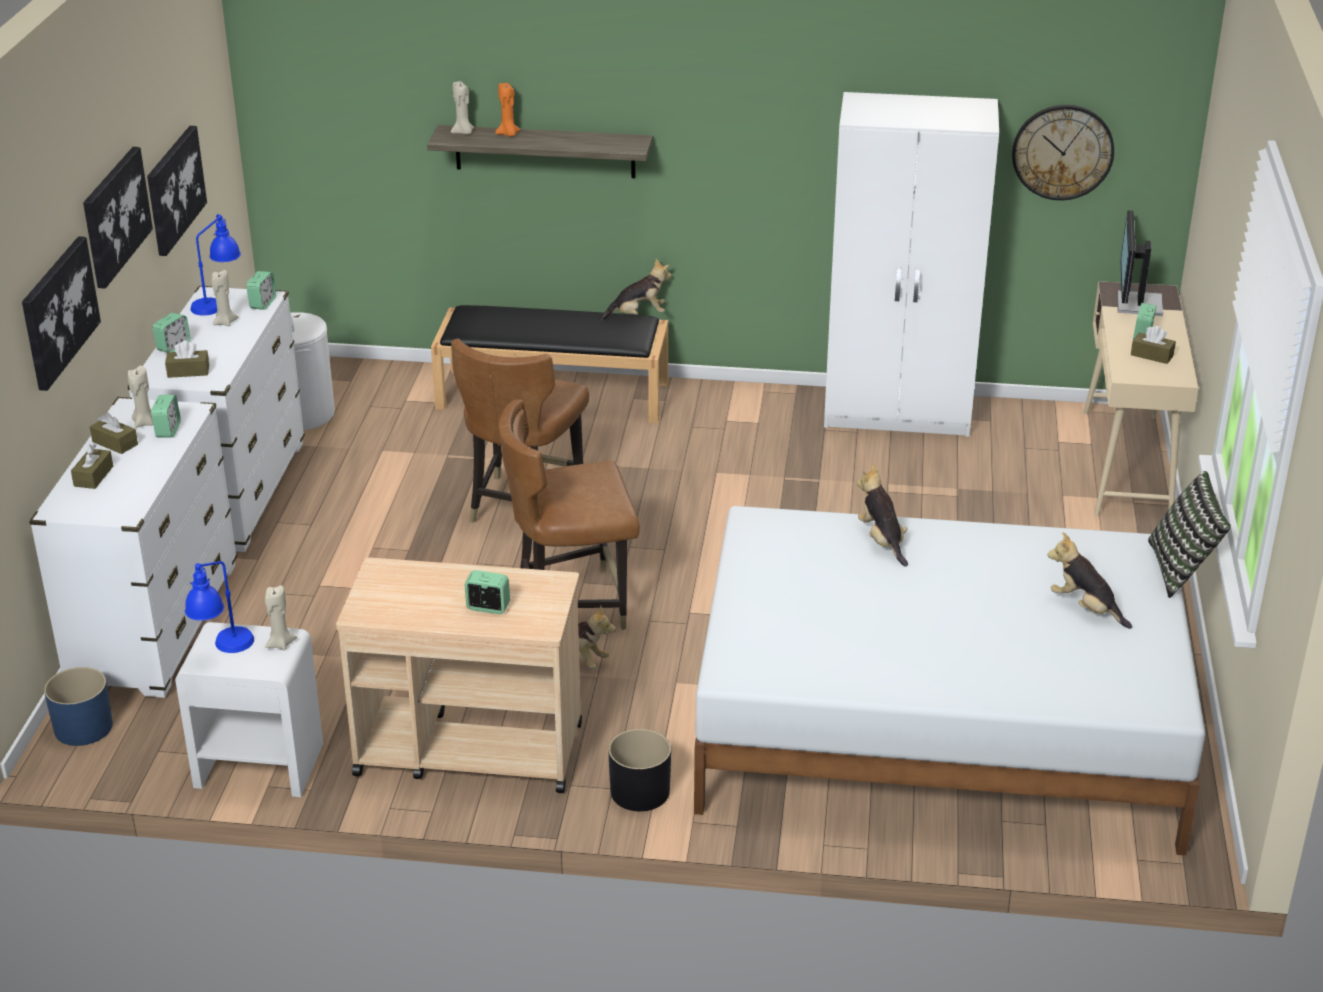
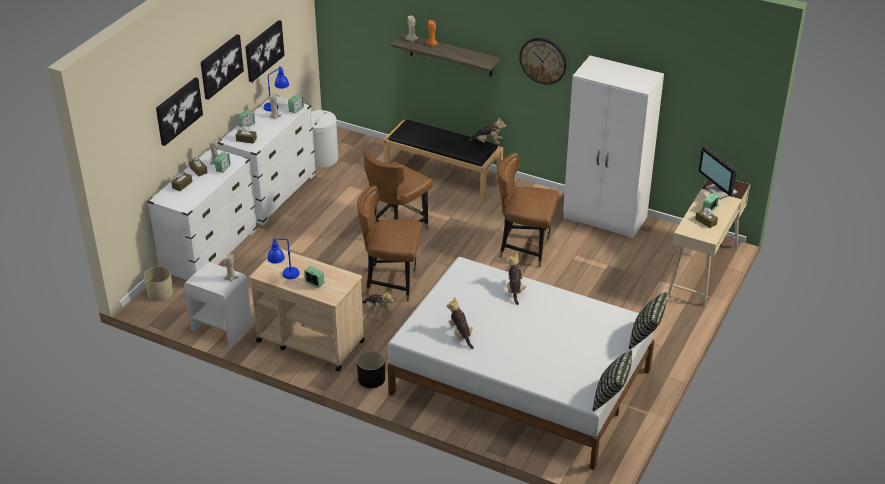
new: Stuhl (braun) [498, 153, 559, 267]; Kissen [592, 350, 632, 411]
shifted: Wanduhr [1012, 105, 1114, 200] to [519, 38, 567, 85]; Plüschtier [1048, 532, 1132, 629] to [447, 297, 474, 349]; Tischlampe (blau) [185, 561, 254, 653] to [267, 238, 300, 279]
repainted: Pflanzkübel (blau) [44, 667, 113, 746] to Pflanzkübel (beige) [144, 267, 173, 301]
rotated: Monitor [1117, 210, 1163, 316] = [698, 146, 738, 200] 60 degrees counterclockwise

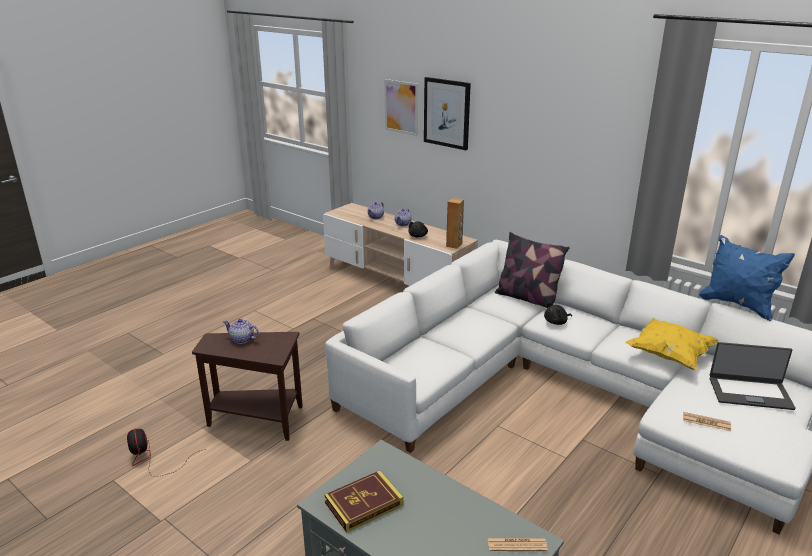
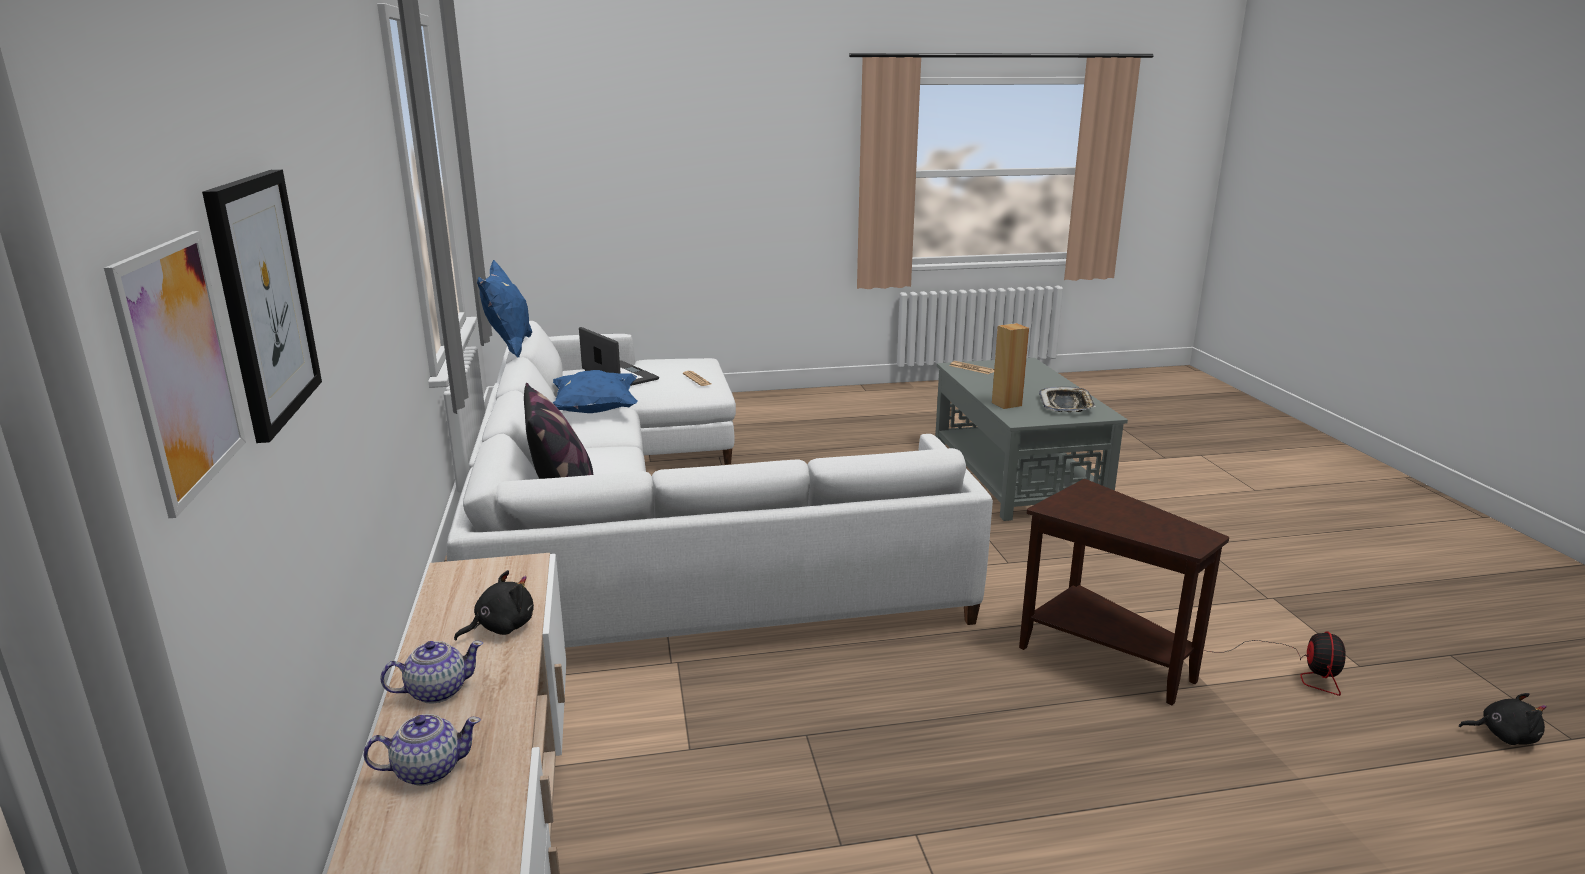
gone: Teekanne [223, 319, 259, 344]
shifted: Lautsprecher (braun) [446, 198, 464, 249] to [992, 323, 1029, 409]; Plüschtier (schwarz) [544, 302, 572, 325] to [1459, 693, 1547, 745]
swapped: Buch [325, 470, 403, 533] to Tablett [1039, 387, 1096, 412]
repainted: Kissen (gelb) [625, 318, 718, 370] to Kissen (blau) [553, 370, 638, 413]

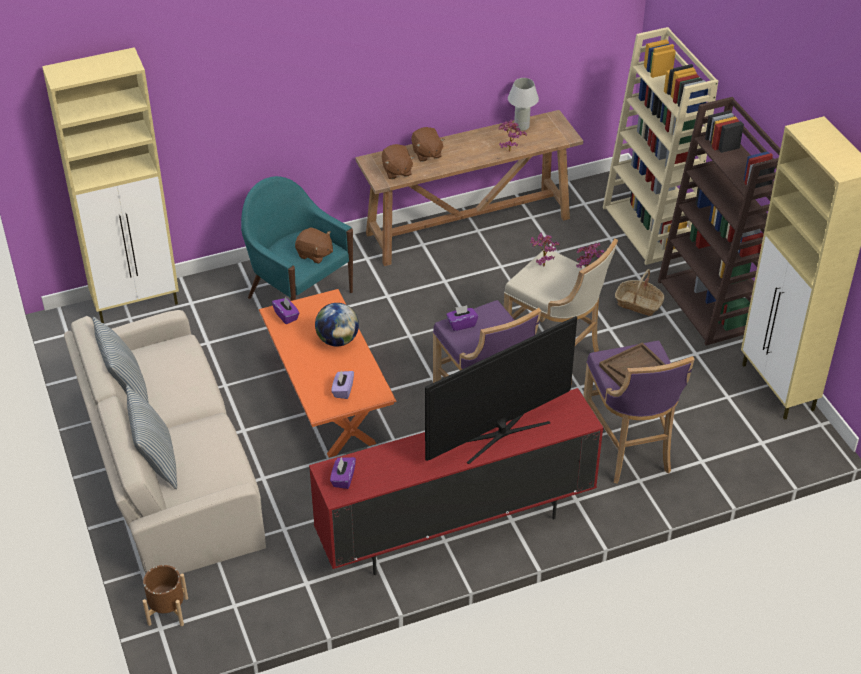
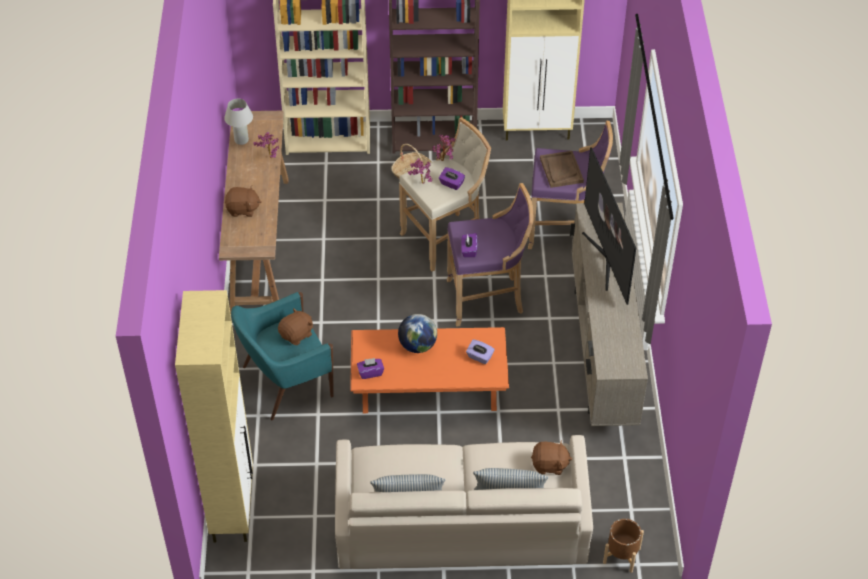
shifted: Plüschtier (braun) [382, 144, 415, 179] to [531, 440, 572, 475]; Taschentuchbox (lila) [330, 457, 356, 489] to [439, 167, 465, 190]
repainted: Fernsehschrank (rot) [309, 388, 604, 575] to Fernsehschrank (beige) [570, 203, 648, 426]

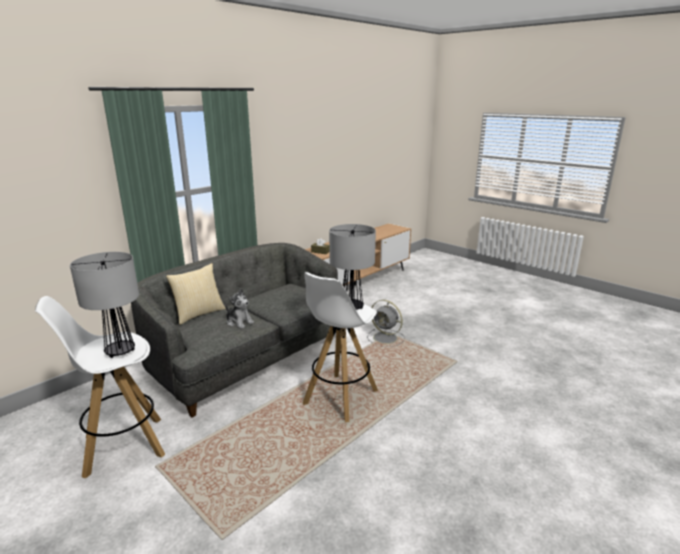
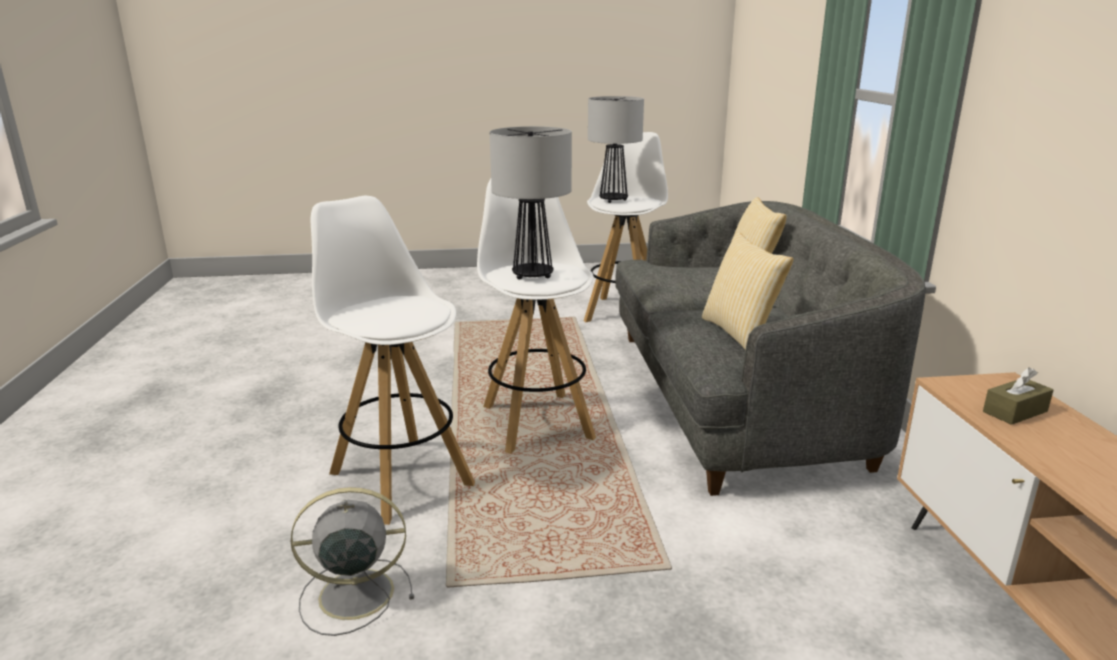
gone: Plüschtier [225, 288, 254, 329]
new: Hocker (weiß) [311, 196, 475, 525]; Kissen [702, 232, 793, 350]
shifted: Ventilator (grau) [367, 300, 405, 347] to [291, 487, 414, 636]

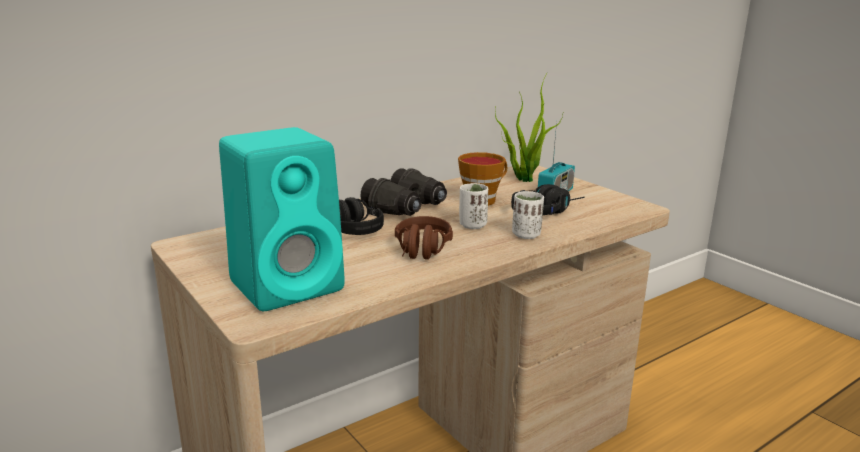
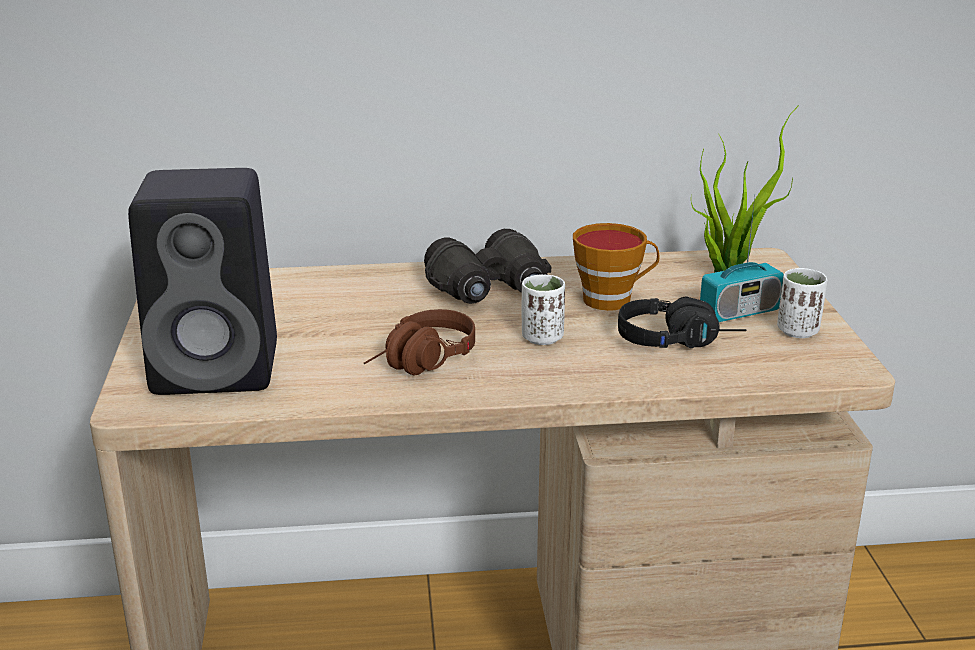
gone: Kopfhörer (schwarz) [339, 197, 384, 235]
shifted: Tasse (weiß) [512, 191, 544, 239] to [777, 268, 827, 338]
repainted: Lautsprecher (türkis) [219, 127, 345, 311] to Lautsprecher (schwarz) [128, 168, 277, 395]

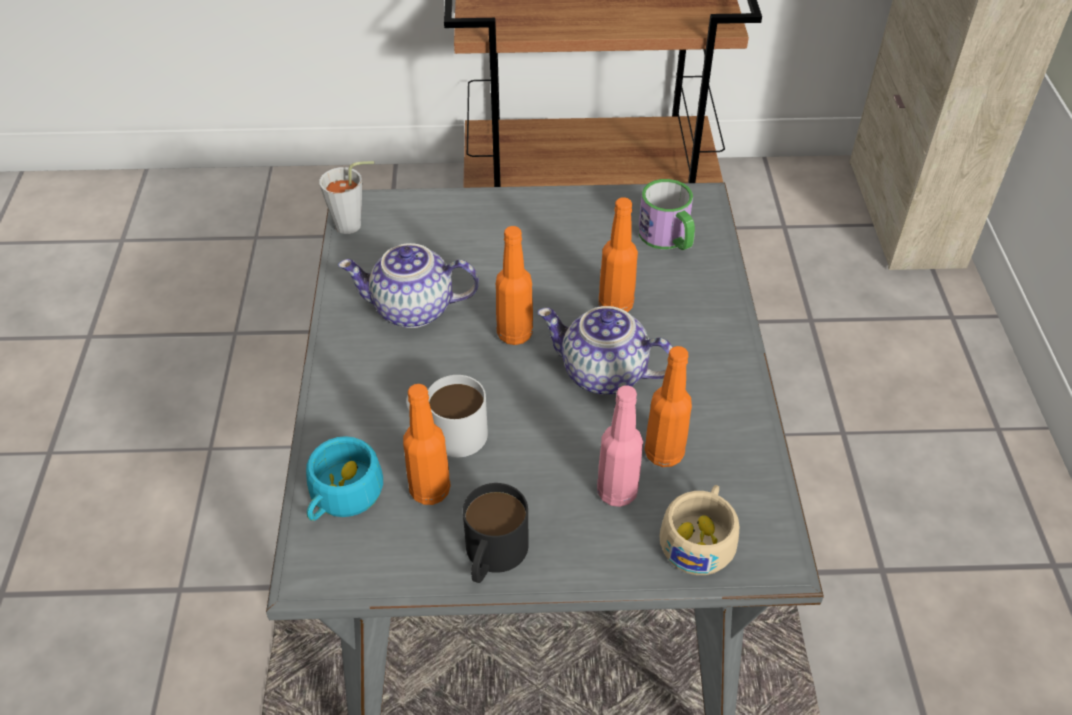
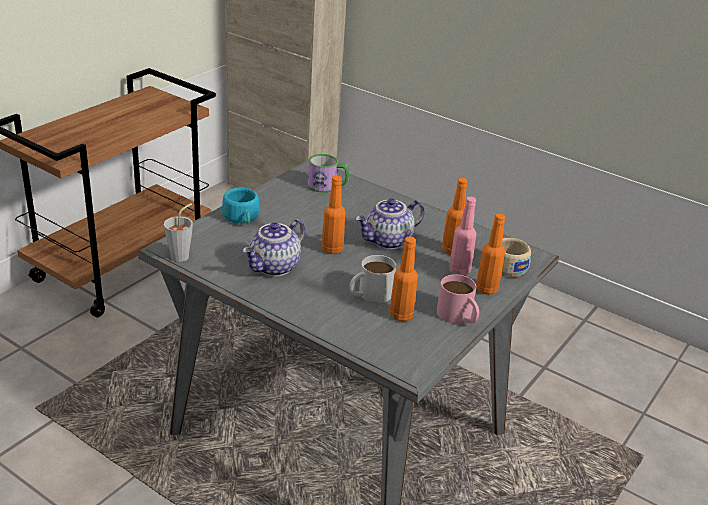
shifted: Flasche (orange) [599, 197, 638, 312] to [476, 213, 505, 295]; Tasse (türkis) [306, 436, 383, 521] to [222, 188, 260, 224]
repainted: Henkelbecher (schwarz) [463, 483, 529, 583] to Henkelbecher (rosa) [437, 274, 479, 324]

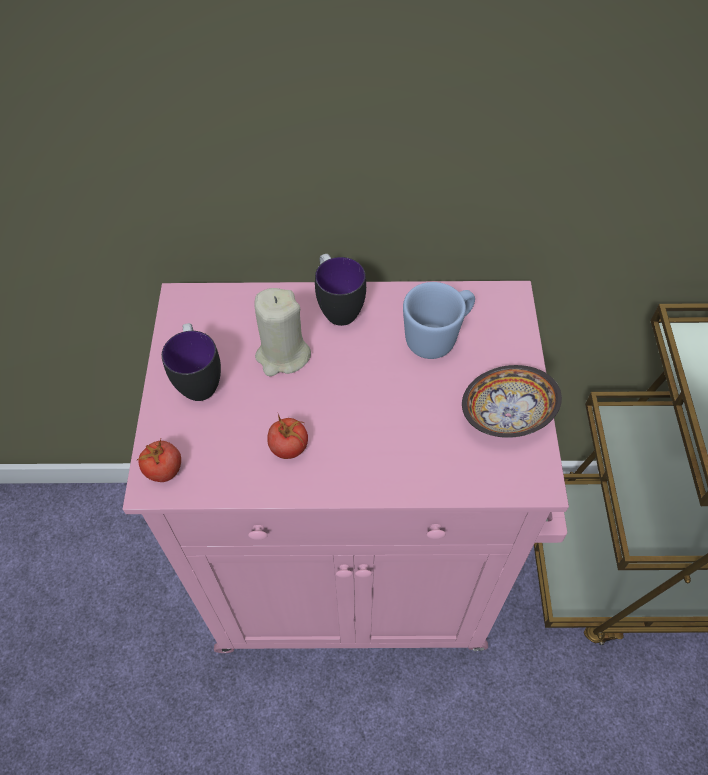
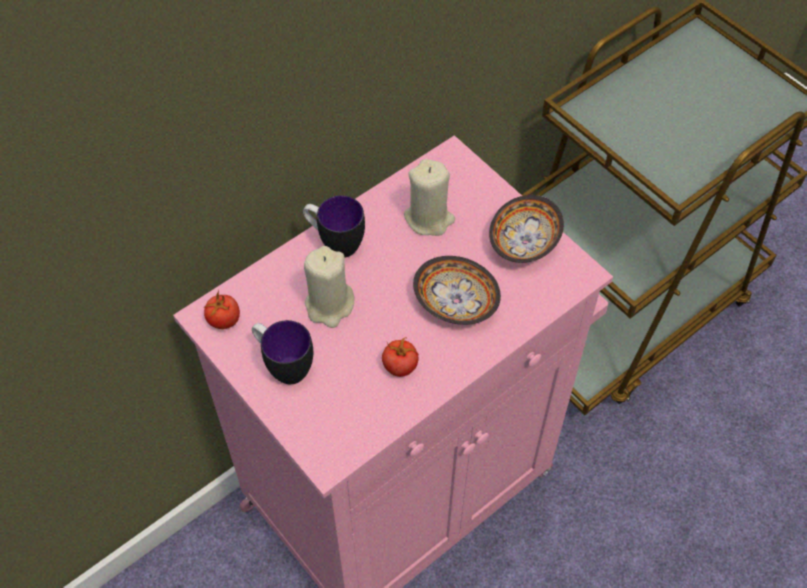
new: Schüssel [413, 256, 501, 325]
shifted: Tomate [136, 439, 181, 482] to [204, 289, 240, 329]
swapped: Henkelbecher (blau) [403, 282, 475, 359] to Kerze (beige) [404, 159, 455, 236]

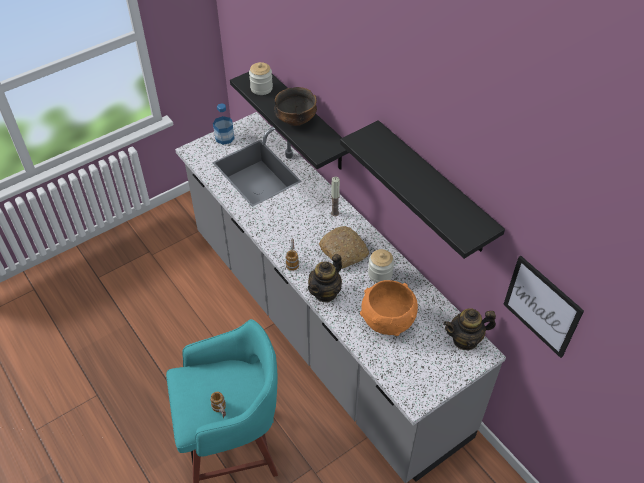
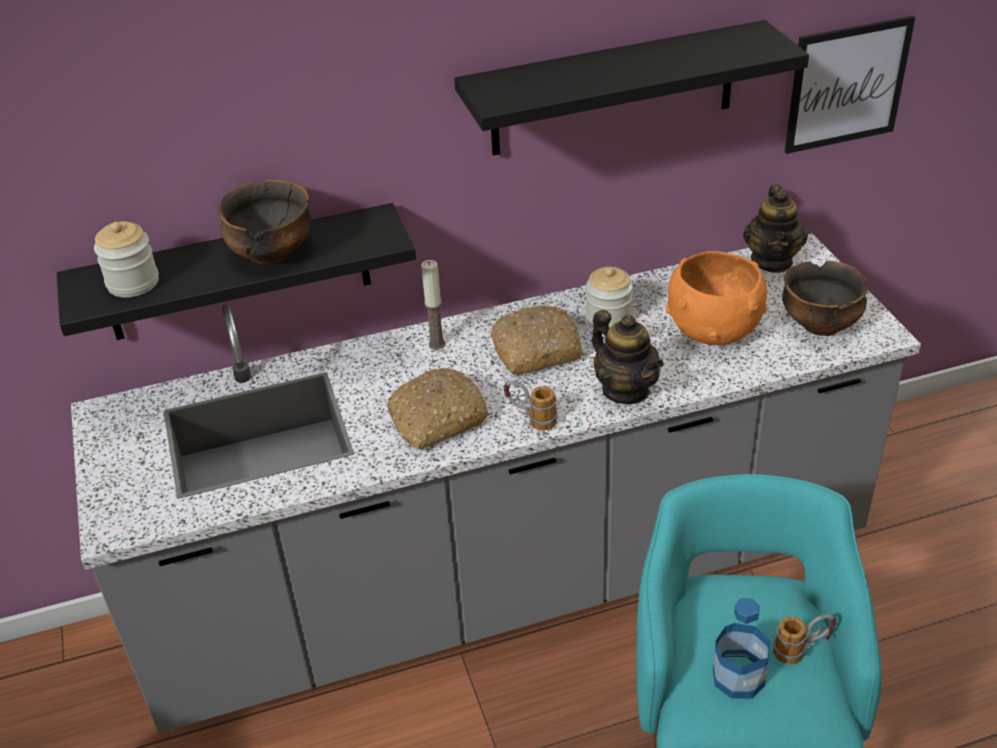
new: Schüssel [782, 261, 868, 336]; Brot [387, 368, 488, 449]
shifted: Flasche [213, 103, 235, 145] to [713, 598, 770, 698]

